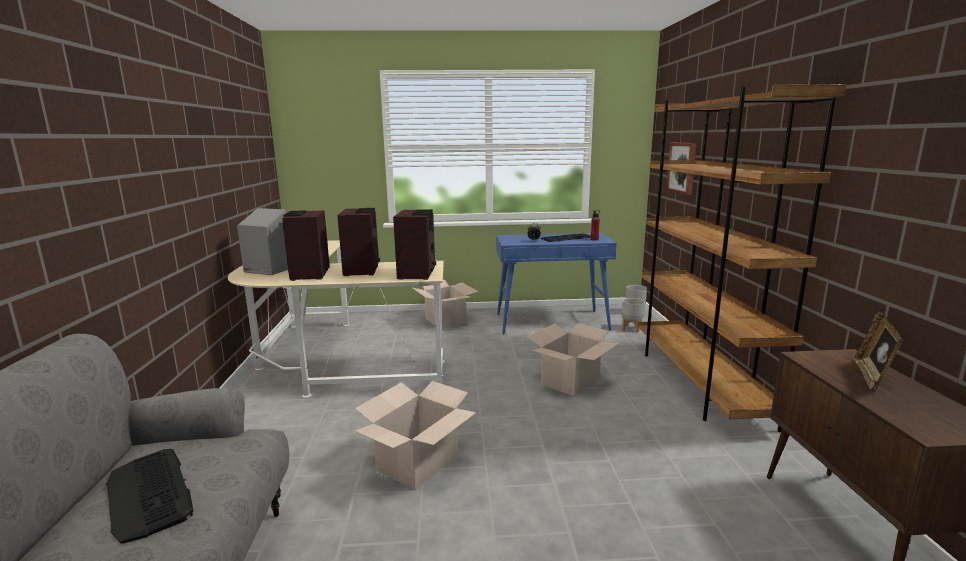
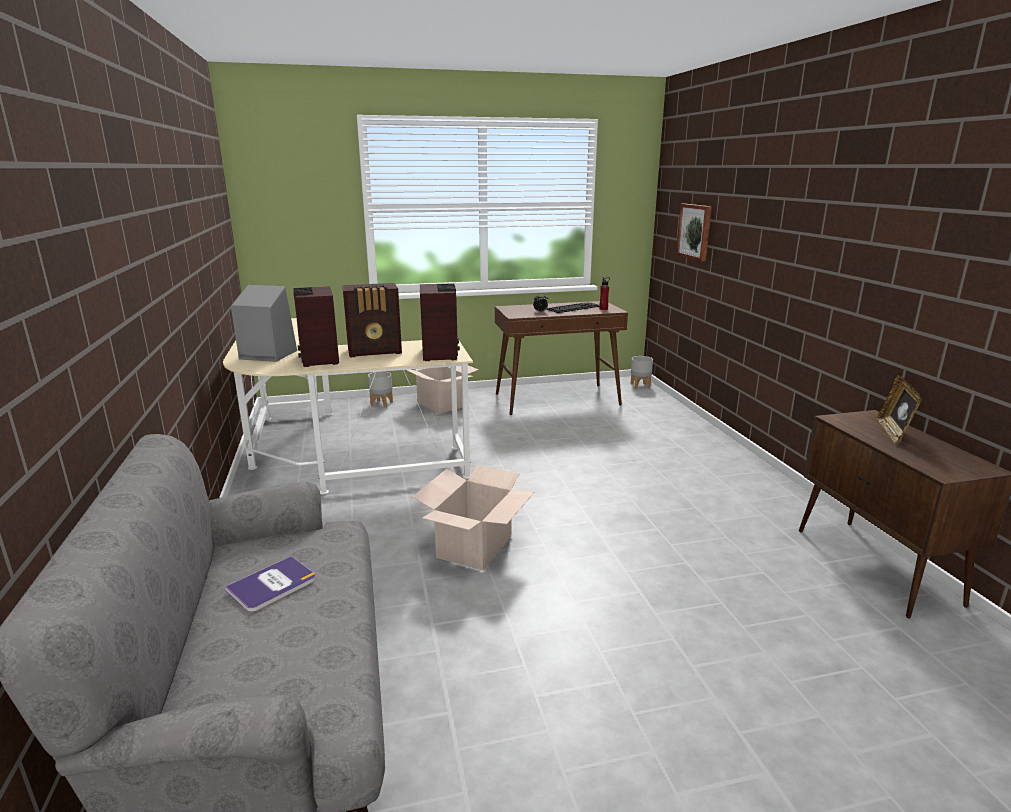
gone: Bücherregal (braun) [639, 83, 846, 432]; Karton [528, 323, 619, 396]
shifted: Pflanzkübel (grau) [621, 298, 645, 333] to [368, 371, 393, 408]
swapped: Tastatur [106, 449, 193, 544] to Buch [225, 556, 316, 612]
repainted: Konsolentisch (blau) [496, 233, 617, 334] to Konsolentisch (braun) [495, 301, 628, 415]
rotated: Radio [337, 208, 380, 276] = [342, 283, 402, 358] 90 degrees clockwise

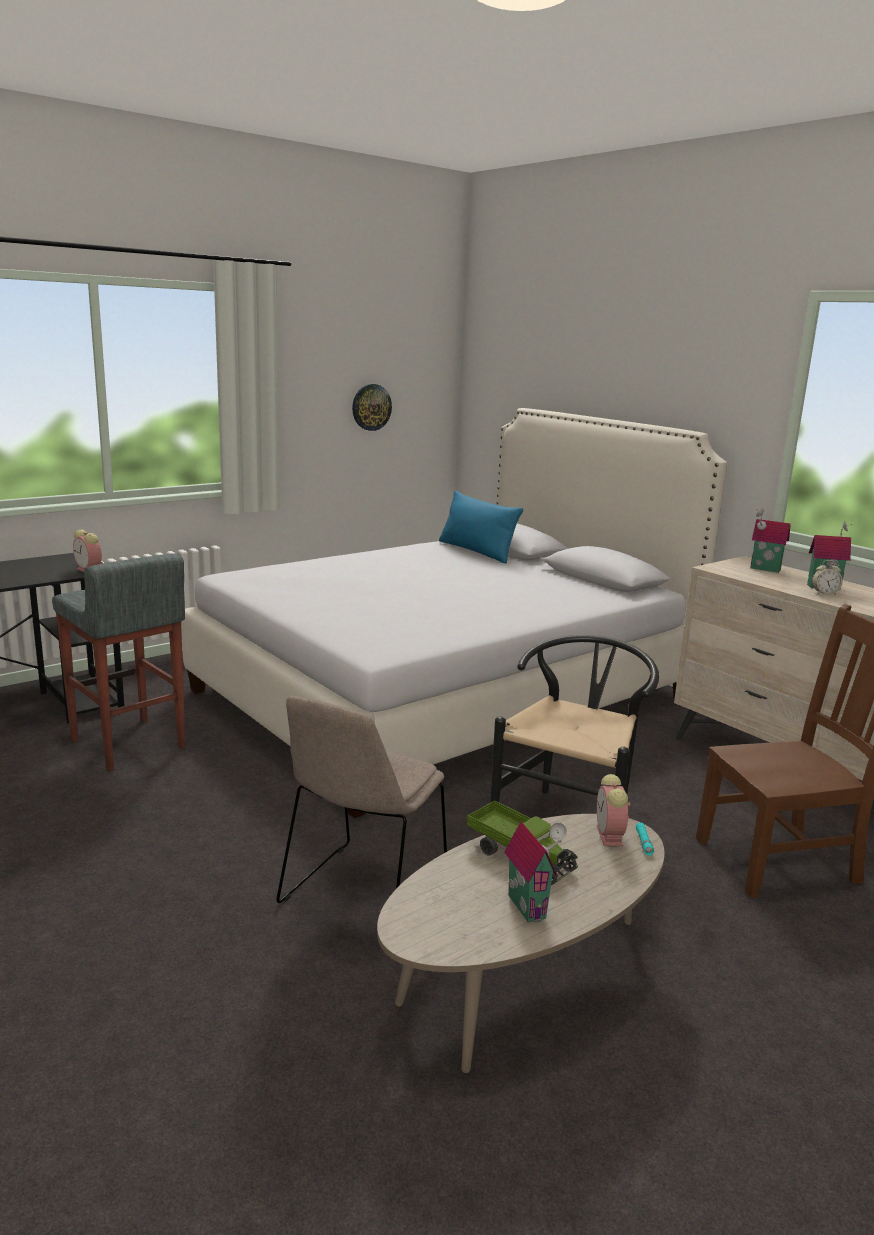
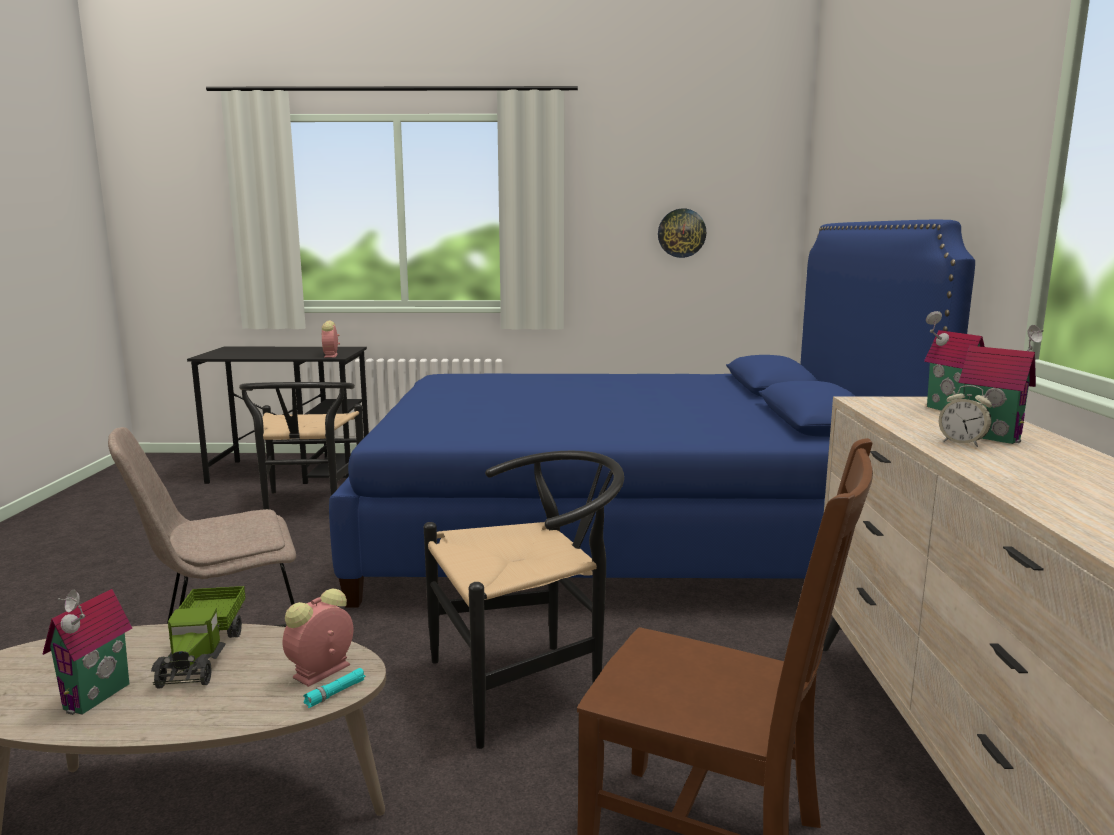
gone: Kissen (blau) [439, 491, 523, 563]
swapped: Hocker (grau) [52, 553, 186, 772] to Stuhl (schwarz) [239, 382, 364, 510]
repainted: Bett (weiß) [181, 408, 727, 818] to Bett (blau) [329, 220, 975, 608]

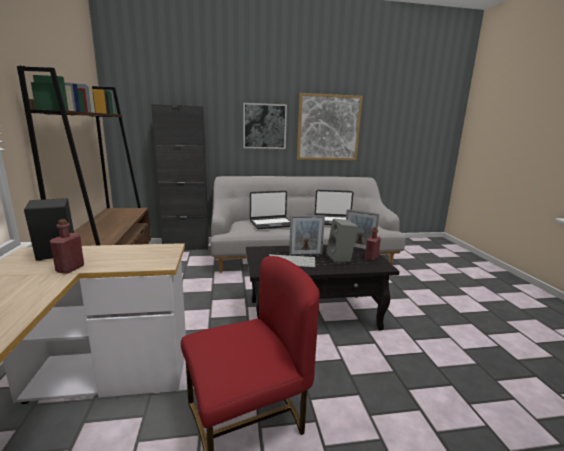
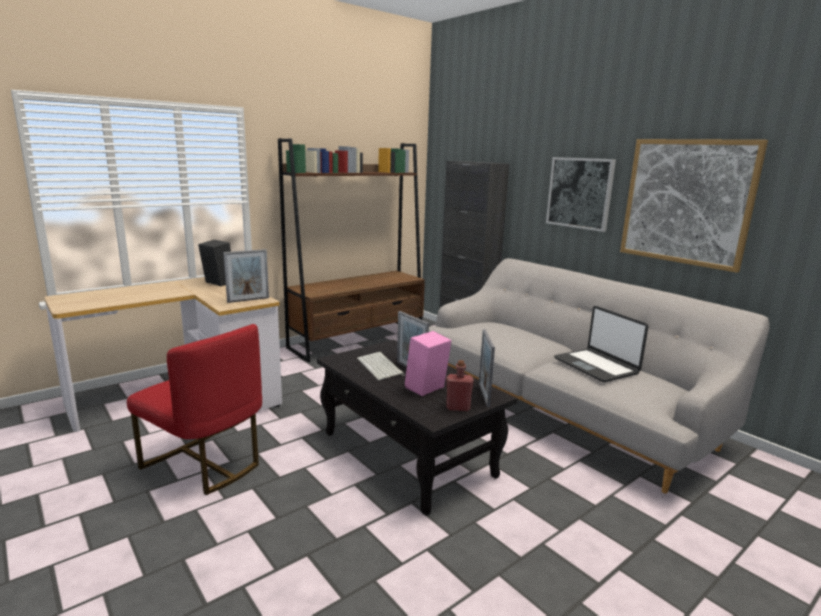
gone: Laptop [250, 191, 290, 229]; Flasche (rot) [50, 219, 84, 274]
new: Bilderrahmen [223, 249, 269, 303]
repainted: Lautsprecher (grau) [326, 219, 358, 263] to Lautsprecher (rosa) [405, 331, 451, 396]

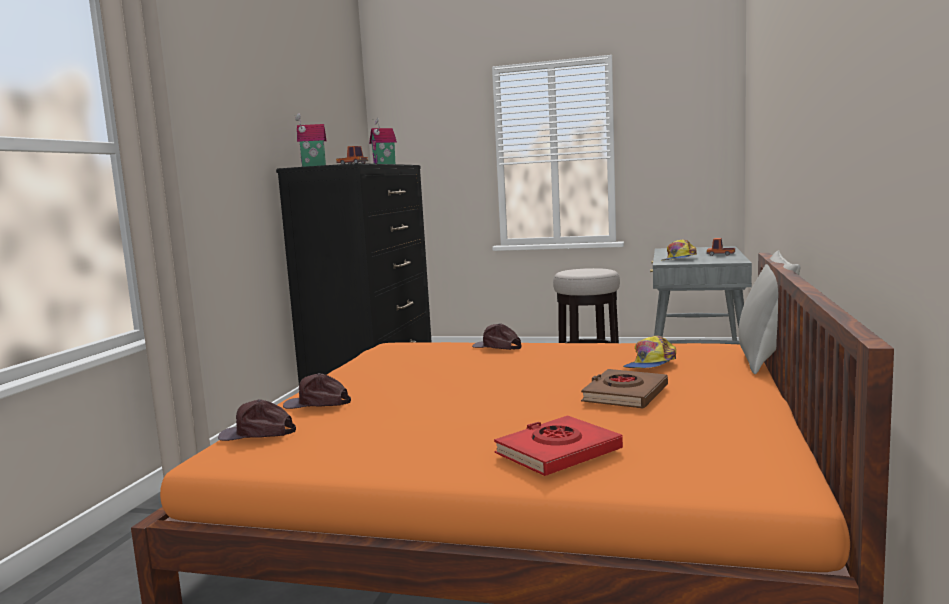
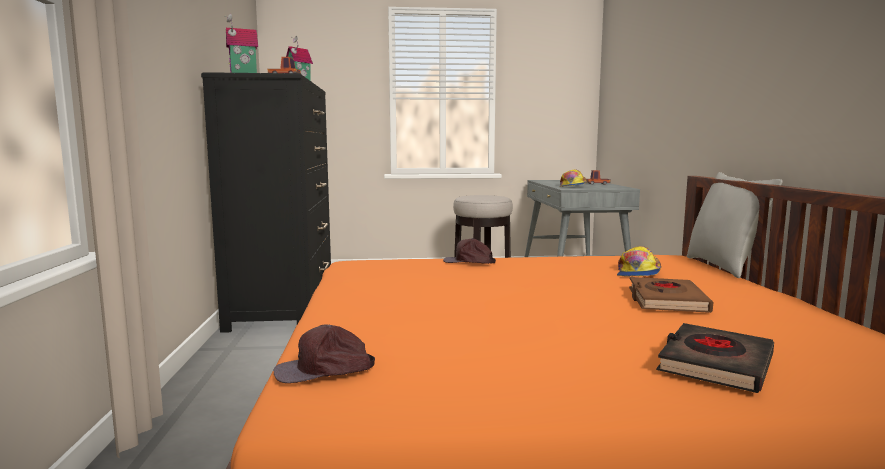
gone: Kappe (braun) [283, 373, 351, 409]
repainted: Buch (rot) [494, 415, 623, 476] to Buch (schwarz) [656, 323, 774, 393]

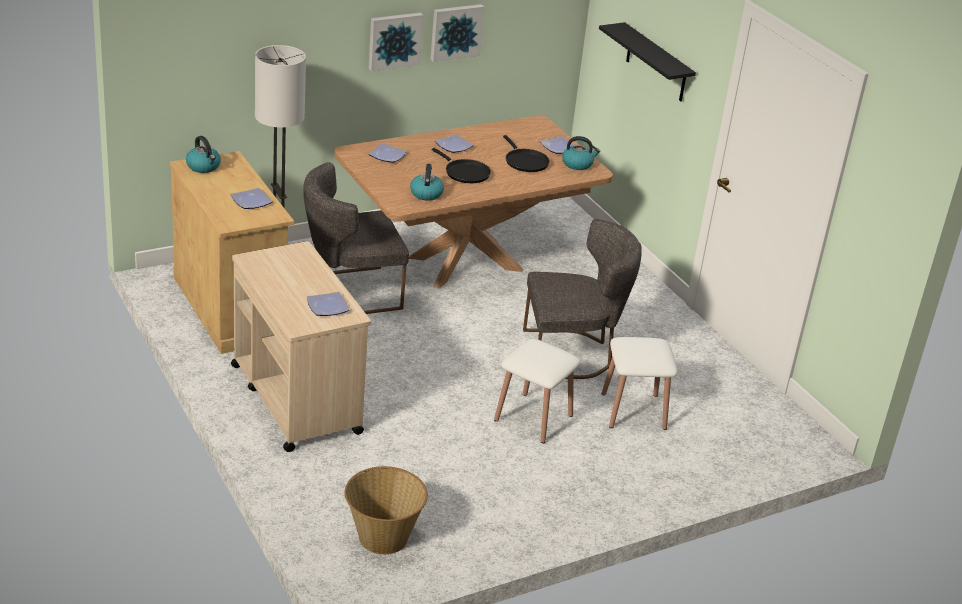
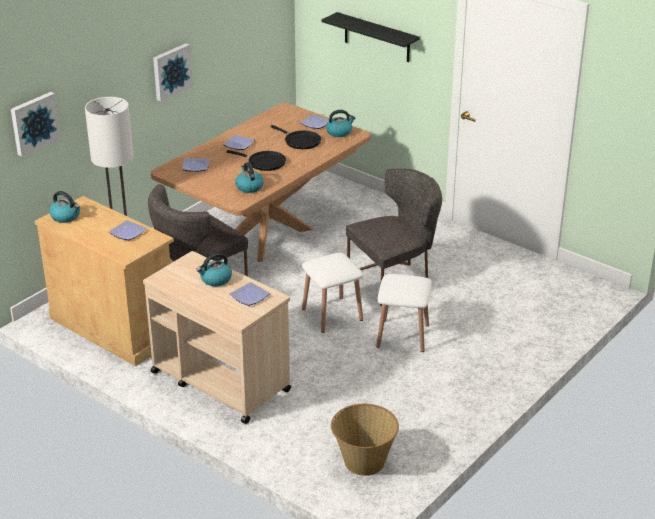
new: Wasserkessel [196, 253, 232, 286]
shifted: Bild [430, 4, 484, 62] to [11, 92, 61, 157]; Hocker (weiß) [602, 337, 677, 430] to [302, 253, 363, 333]

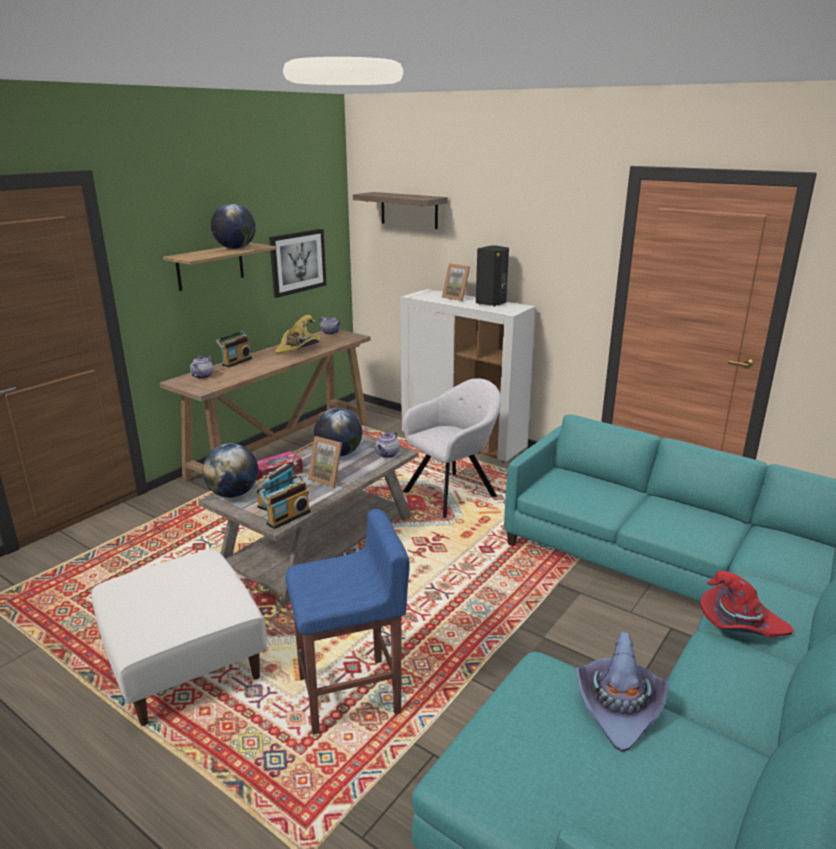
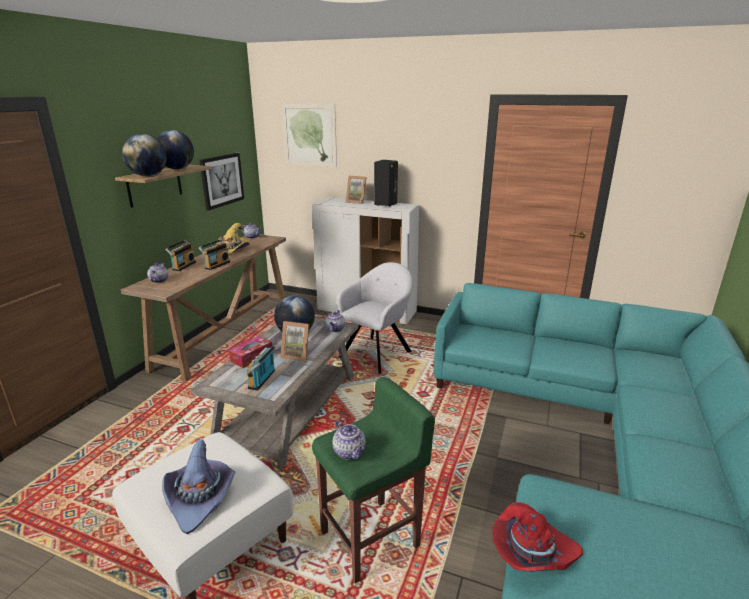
new: Teekanne [332, 420, 366, 460]
shifted: Globus [202, 443, 258, 498] to [122, 134, 167, 176]; Radio [259, 474, 311, 529] to [199, 239, 230, 270]; Hut (rot) [700, 571, 794, 638] to [492, 502, 583, 571]; Hut (lila) [576, 632, 669, 752] to [162, 439, 235, 534]
swapped: Wandregal [353, 192, 448, 229] to Bild [281, 104, 337, 167]
repainted: Hocker (blau) [286, 509, 410, 735] to Hocker (grün) [312, 377, 435, 583]

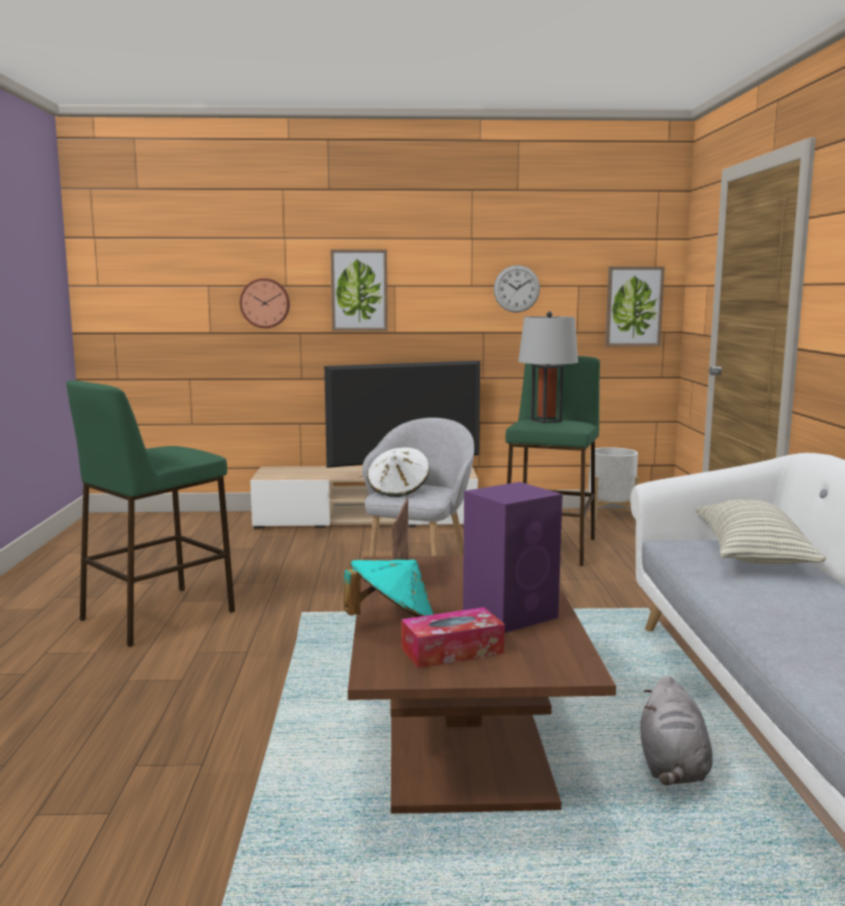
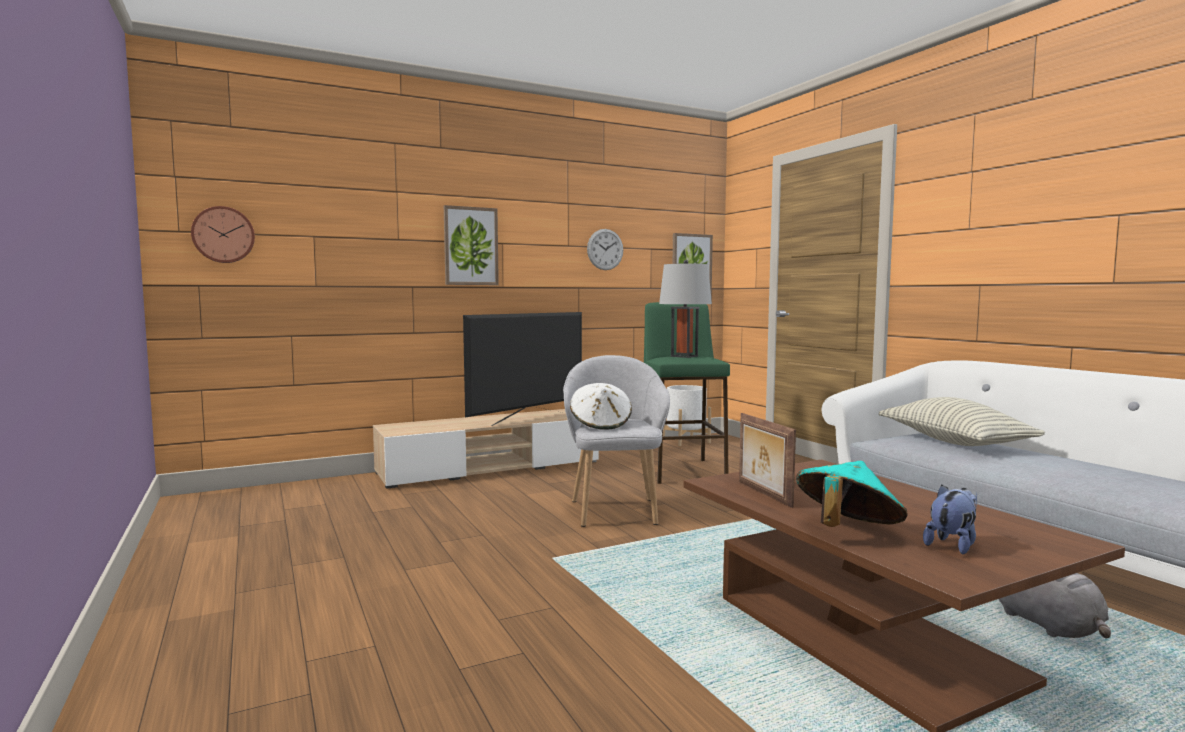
gone: Hocker (grün) [66, 380, 235, 647]; Lautsprecher (lila) [463, 482, 563, 633]
shifted: Wanduhr [240, 278, 290, 328] to [191, 206, 255, 263]
swapped: Taschentuchbox [401, 607, 505, 668] to Plüschtier [923, 485, 977, 554]

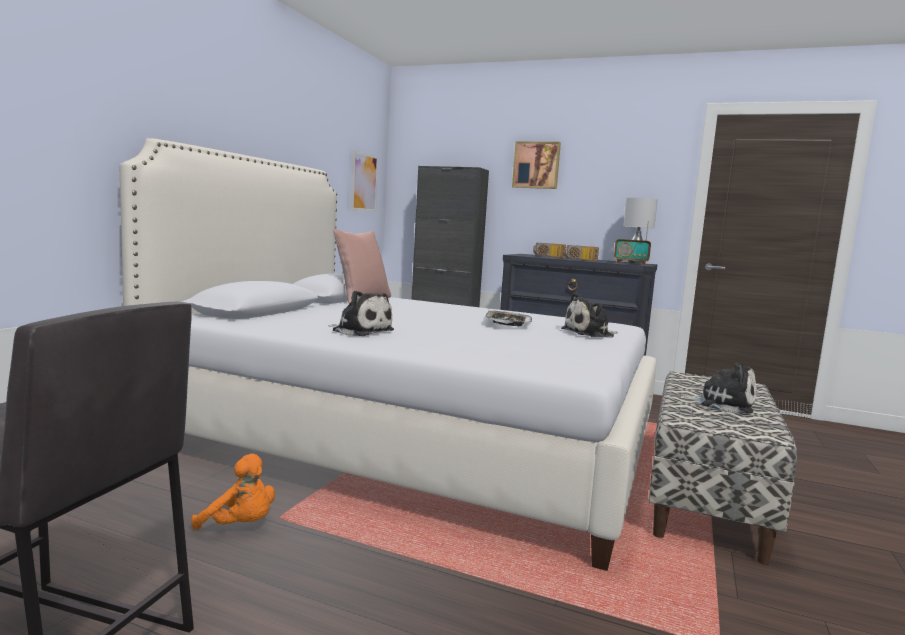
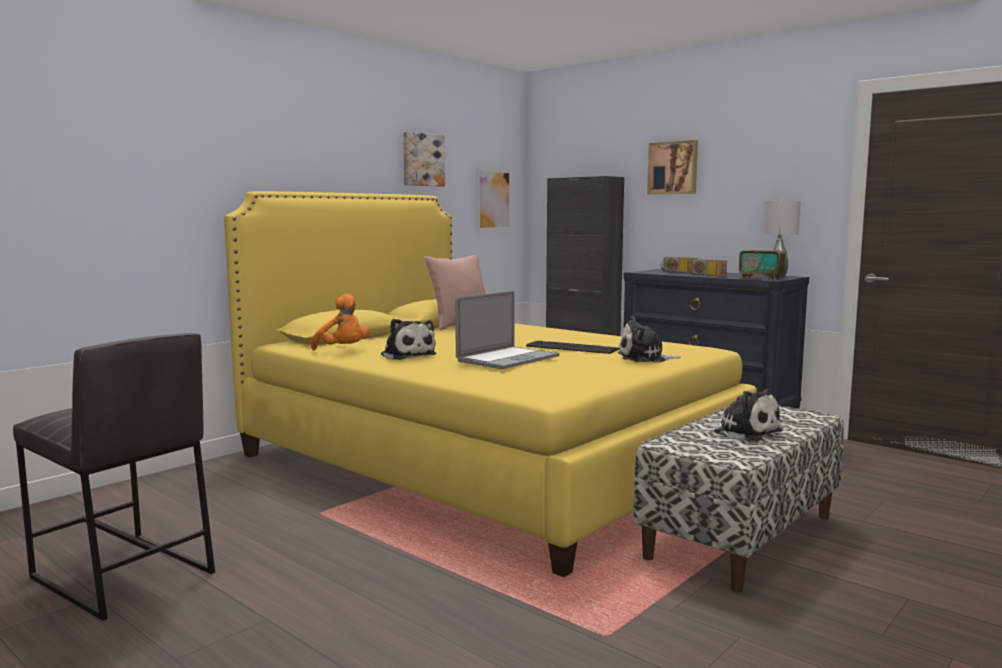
new: Bild [403, 132, 445, 187]; Laptop [455, 291, 560, 369]
shifted: Plüschtier (orange) [191, 454, 275, 530] to [311, 294, 369, 350]
swapped: Tablett [485, 310, 532, 326] to Tastatur [526, 341, 619, 354]
repainted: Bett (weiß) [120, 138, 656, 571] to Bett (gelb) [224, 191, 757, 577]

